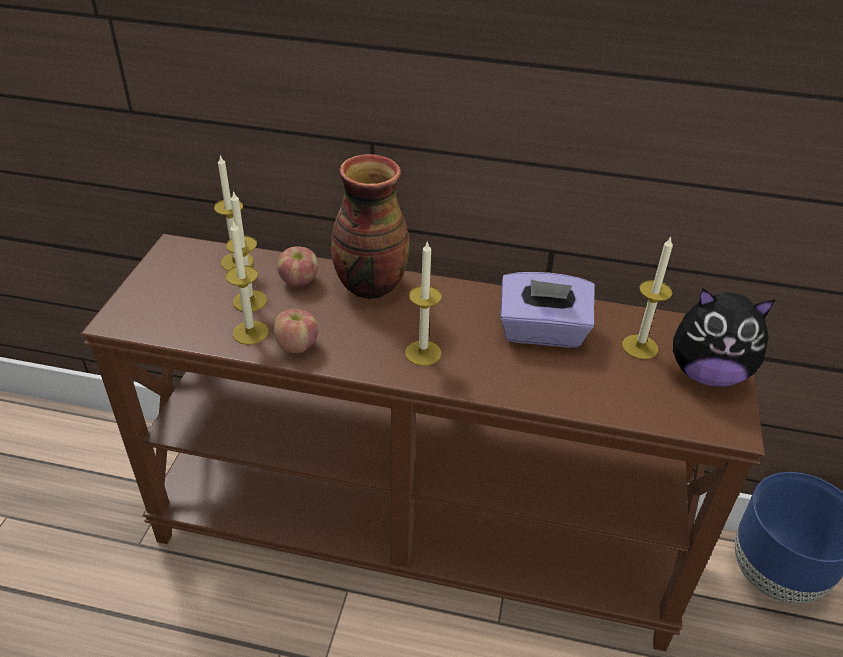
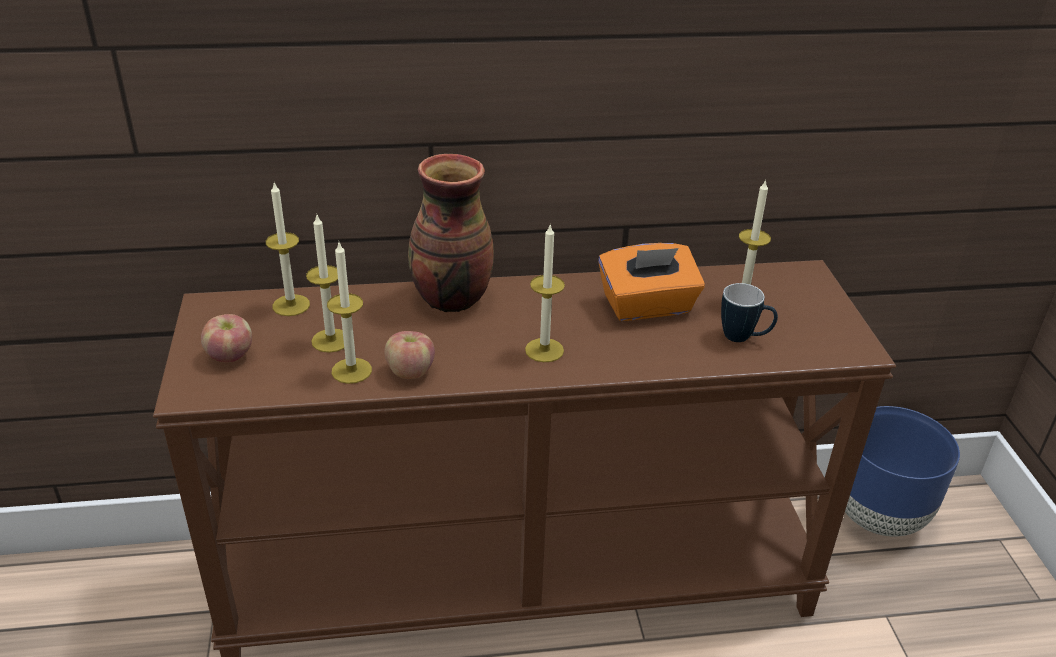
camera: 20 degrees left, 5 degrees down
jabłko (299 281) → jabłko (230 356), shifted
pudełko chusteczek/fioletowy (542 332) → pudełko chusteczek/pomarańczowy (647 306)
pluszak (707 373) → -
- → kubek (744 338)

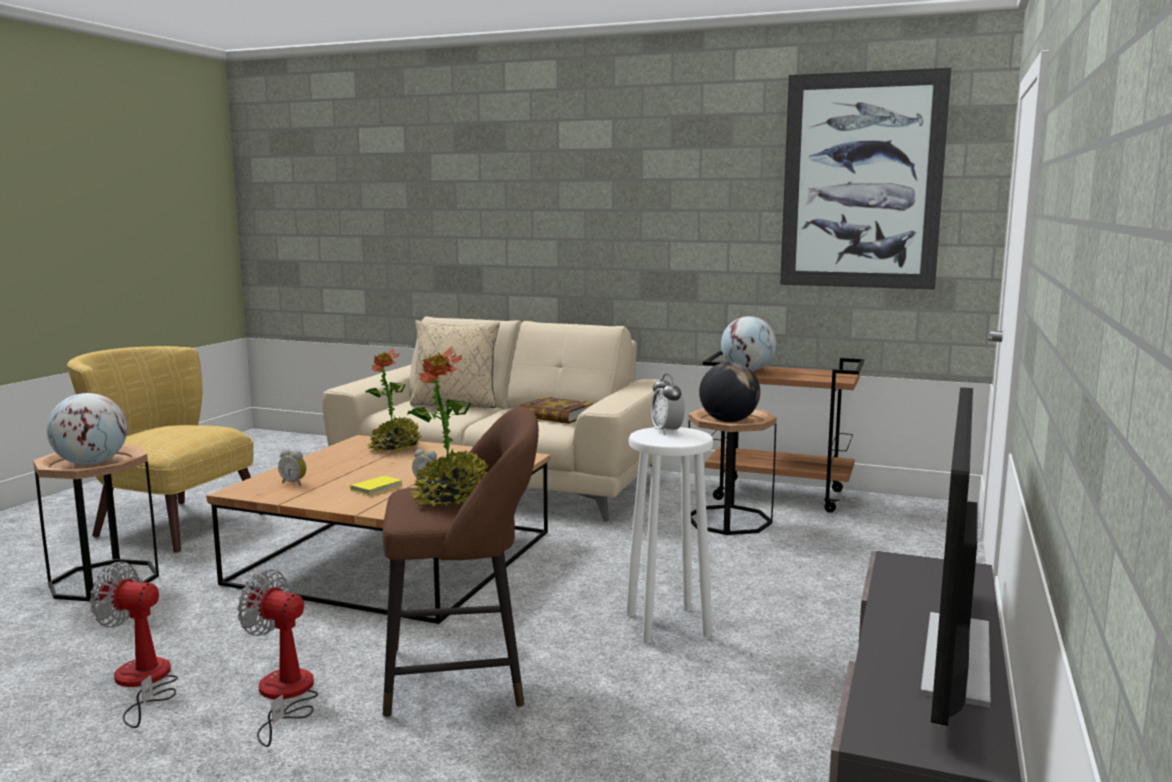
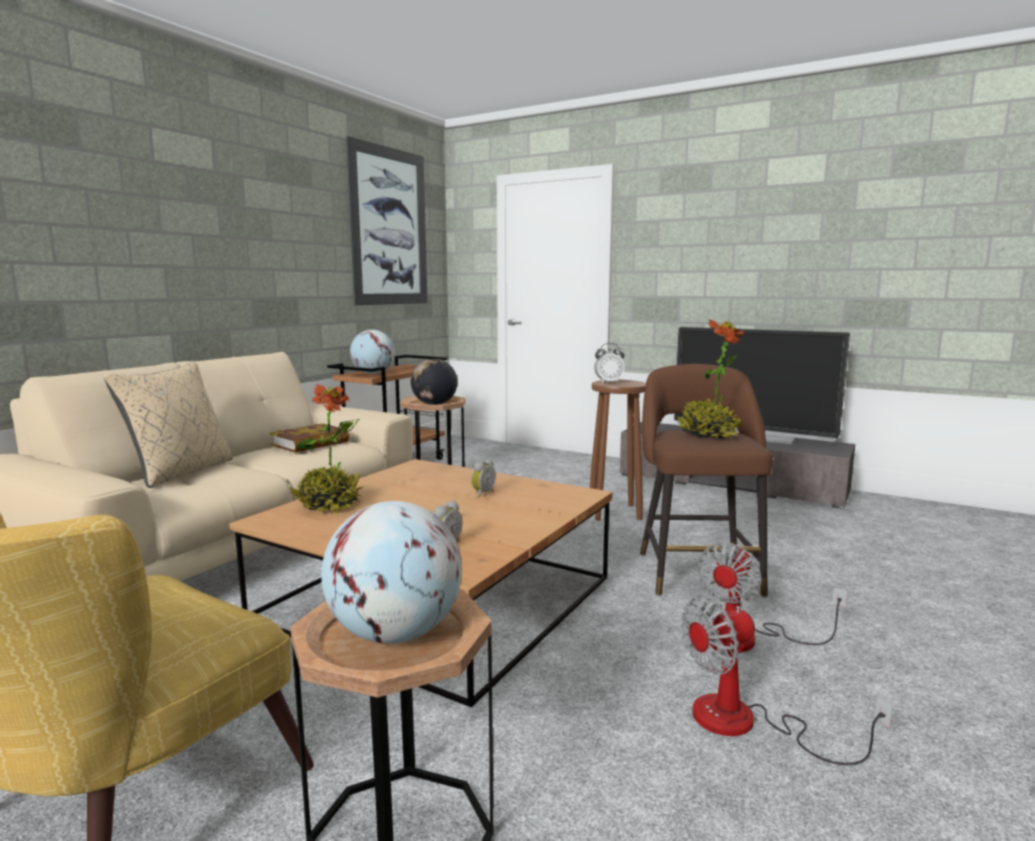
camera: 80 degrees left, 0 degrees up
wentylator (143 683) → wentylator (746 724), 45 degrees clockwise
książka/żółty (375 488) → -
stołek/biały (668 625) → stołek/brązowy (615 512)

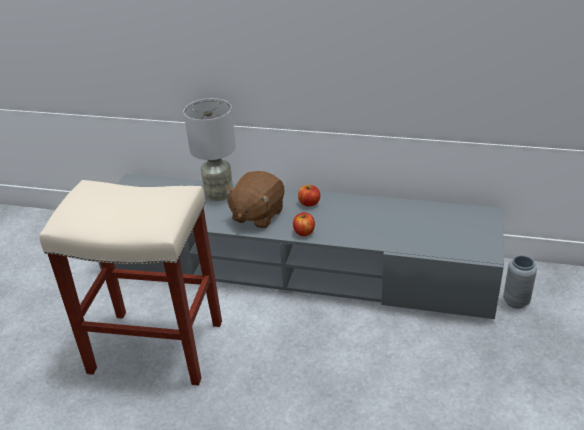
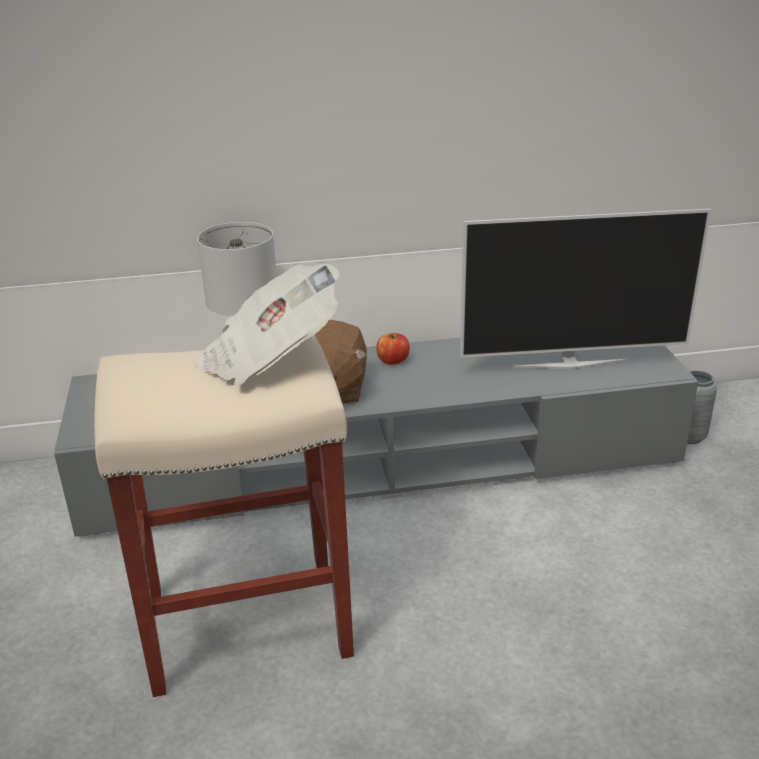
camera: 25 degrees left, 5 degrees down
jabłko (304 232) → -
- → gazeta (269 358)
- → telewizor (570 363)

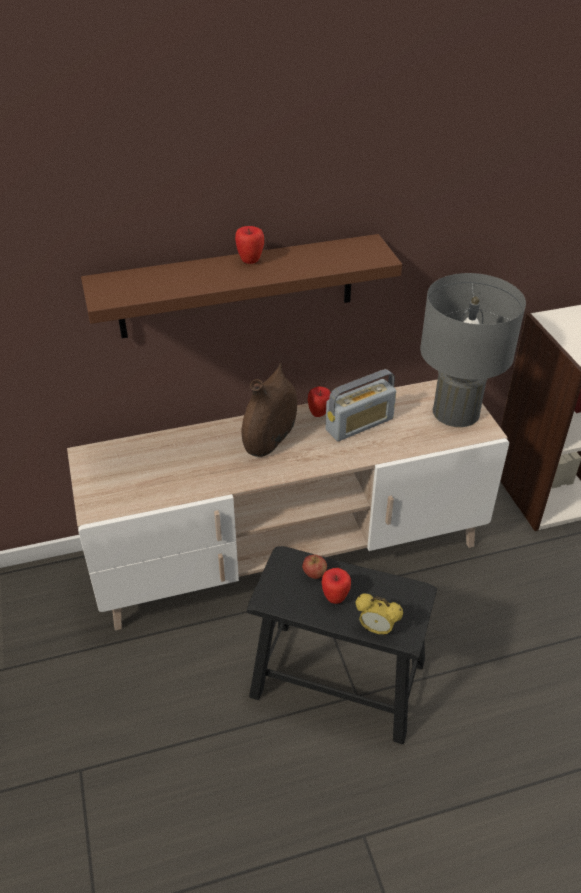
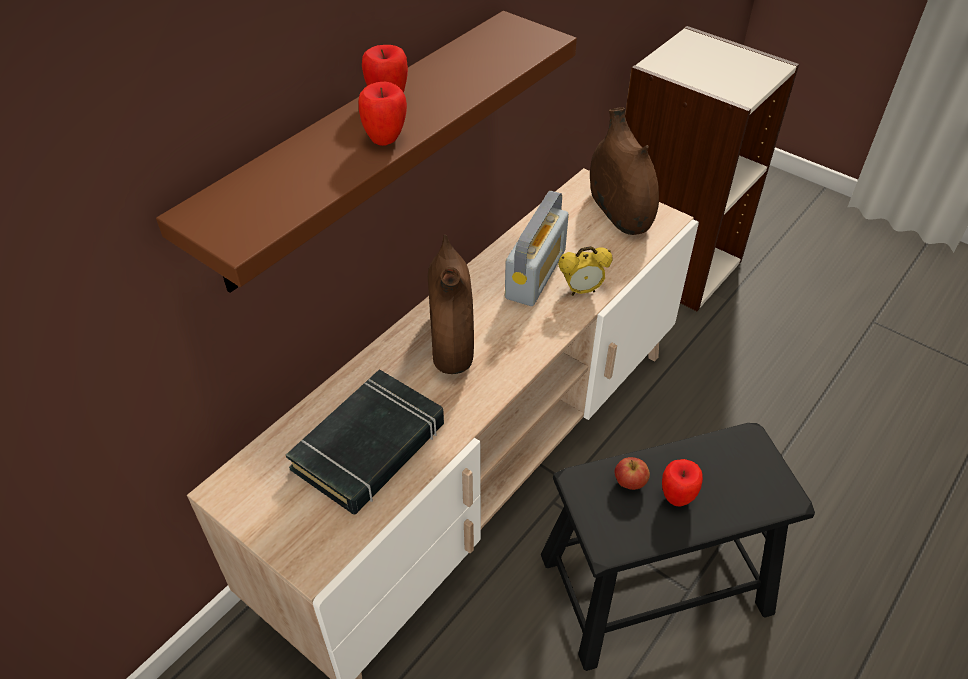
camera: 35 degrees left, 5 degrees up
jabłko (319 414) → jabłko (386 140), shifted
budzik (376 629) → budzik (582 290), shifted
lampa stołowa/szary (456 412) → wazon/brązowy (619 212)
- → książka/czarny (370 447)

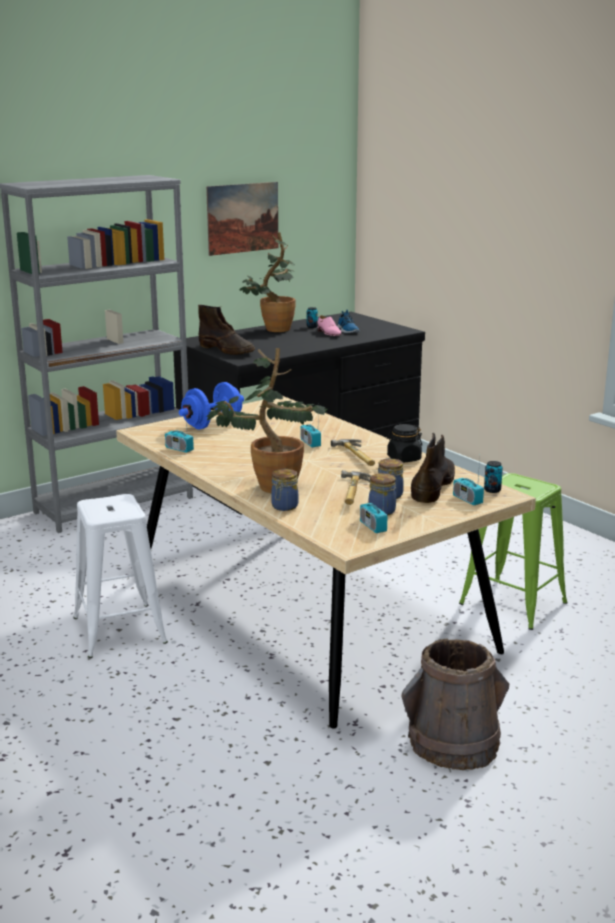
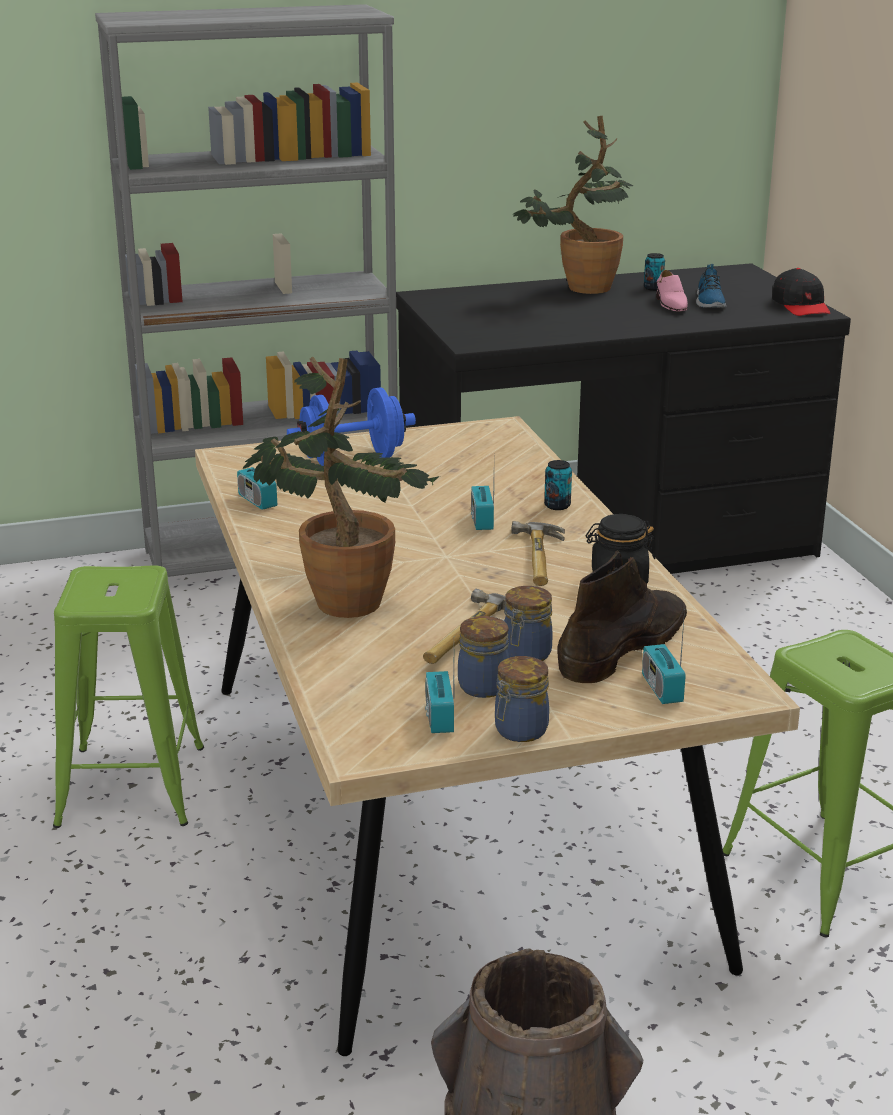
camera: 20 degrees right, 5 degrees up
stołek/biały (119 630) → stołek/zielony (131 786)
but z cholewką/brązowy (227 350) → -
obraz (243 218) → -
słoik (284 507) → słoik (519 731), shifted
puszka (492 490) → puszka (557 505), shifted
- → czapka z daszkiem/czarny (801 306)

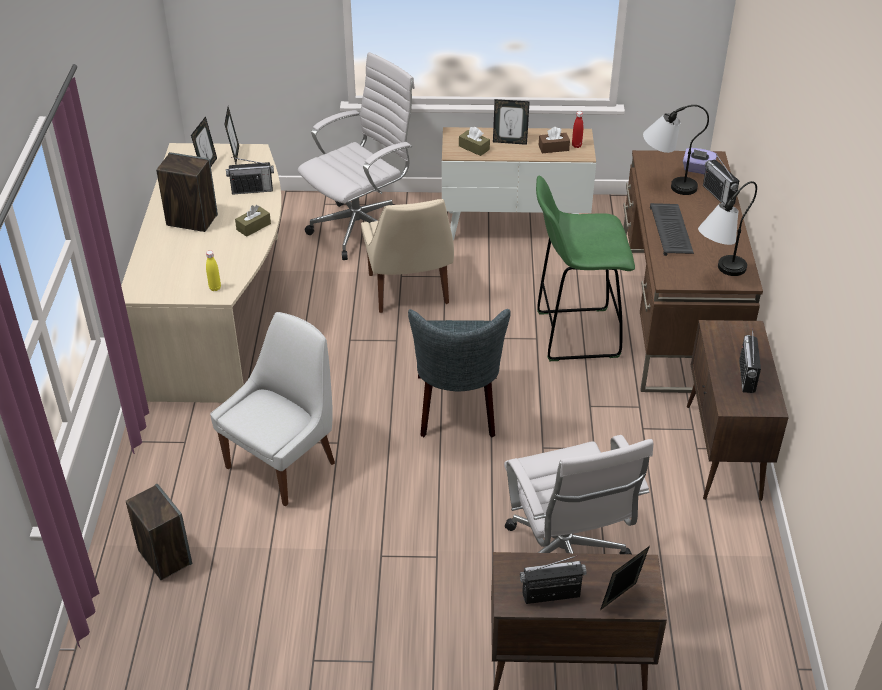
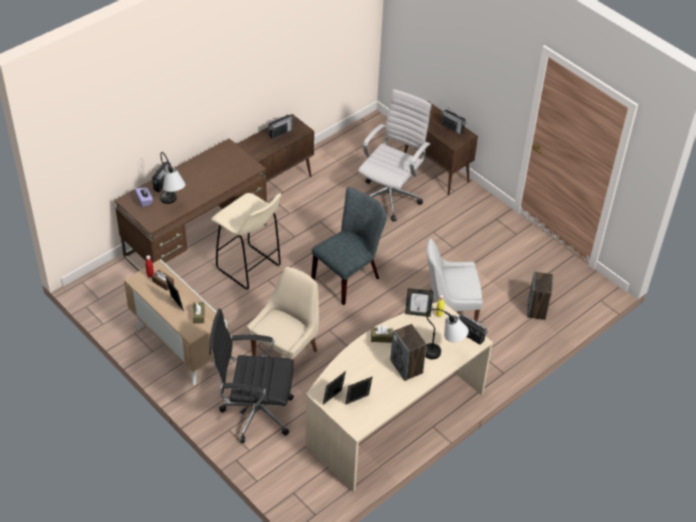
camera: 135 degrees left, 5 degrees up
radio (252 190) → radio (470 336), shifted
krzesło biurowe/biały (361 228) → krzesło biurowe/czarny (254 413)
stołek/zielony (574 334) → stołek/beżowy (250 268)
ramka na zdjęcie (621 599) → ramka na zdjęcie (417 313), shifted
klawiatura (672 231) → -
lampa stołowa (717 274) → lampa stołowa (444 354), shifted

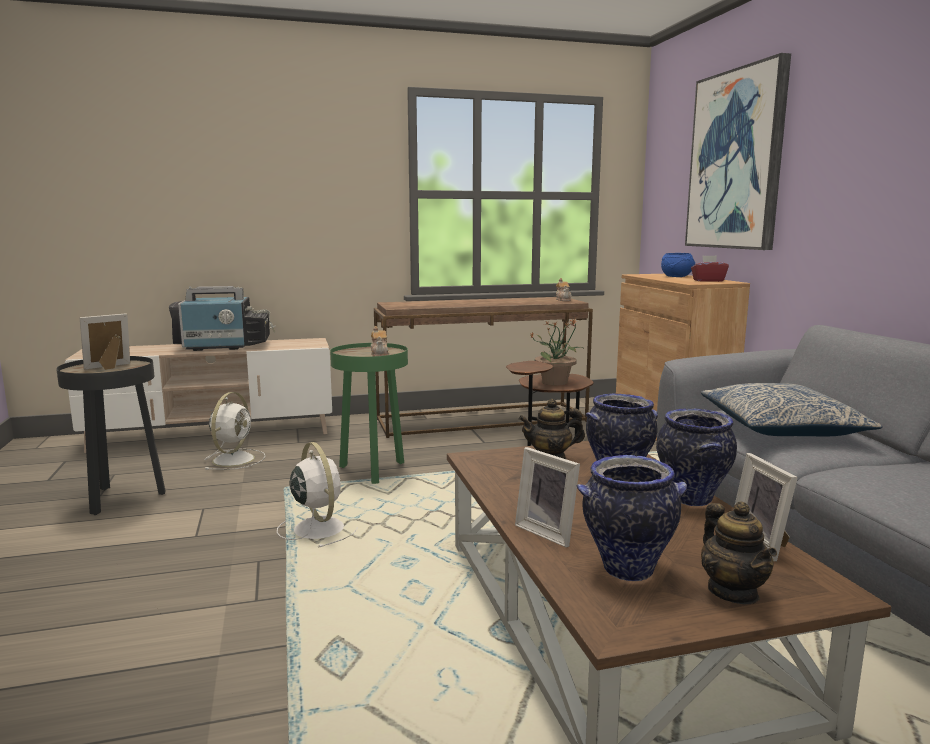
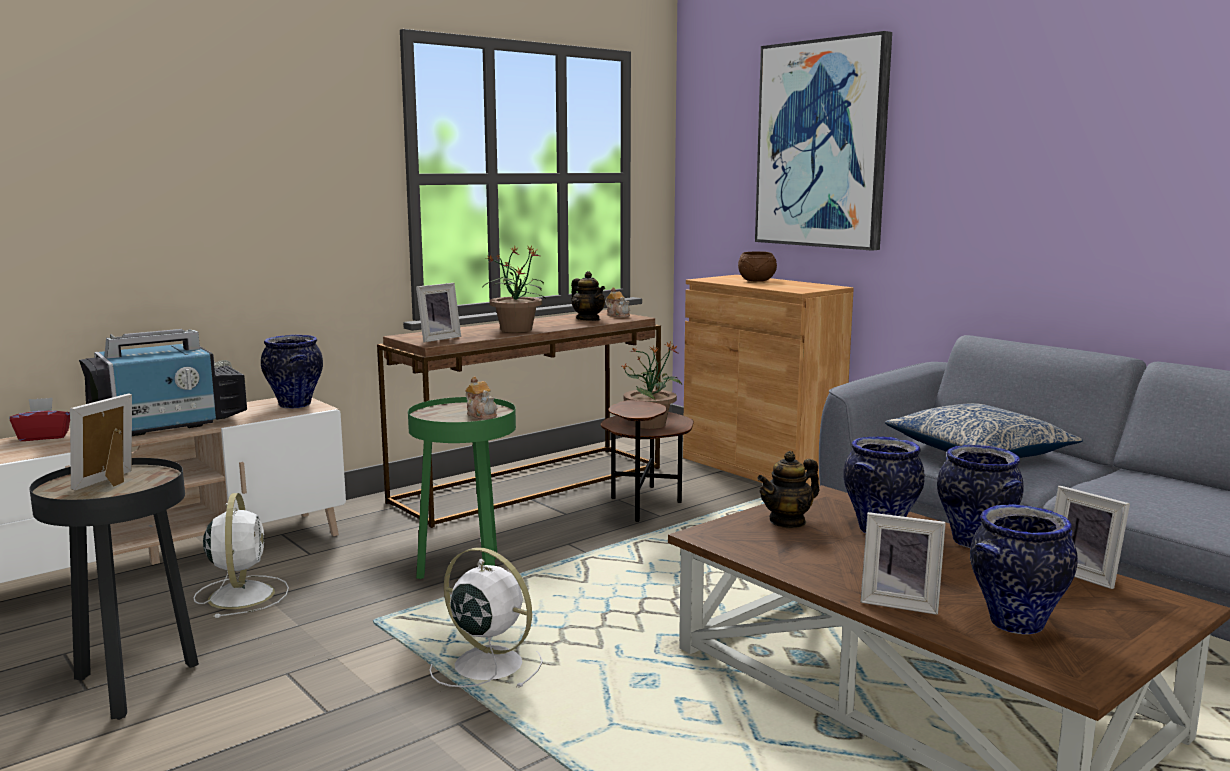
camera: 25 degrees left, 0 degrees up
miska/niebieski (677 276) → miska/brązowy (757 280)
pudełko chusteczek/czerwony (708 280) → pudełko chusteczek/czerwony (44 437), shifted
imbryk (733 592) → imbryk (588 319), shifted
- → wazon (295 405)
- → ramka na zdjęcie (437 338)
- → roślina doniczkowa (516 329)

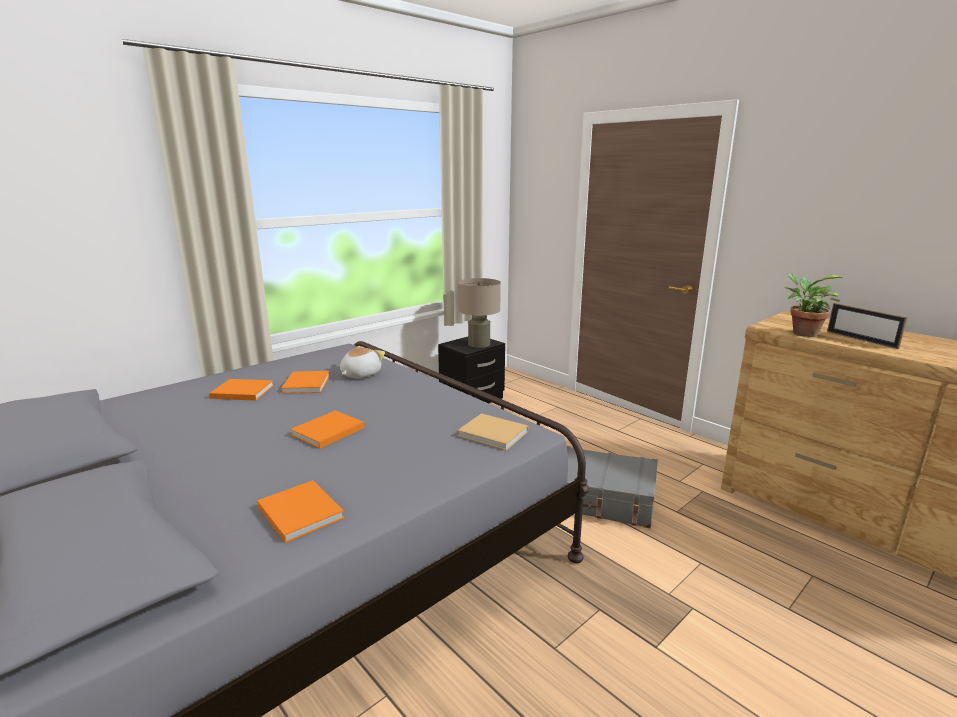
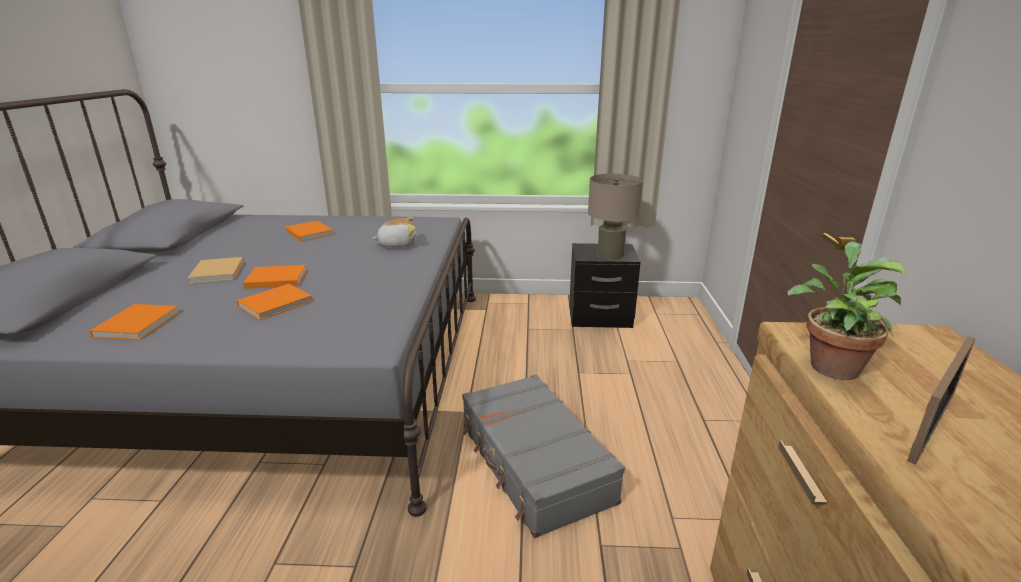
camera: 45 degrees right, 5 degrees up
książka/pomarańczowy (307 383) → książka/pomarańczowy (277 303), shifted
książka/beżowy (494 434) → książka/beżowy (217 273), shifted
ramka na zdjęcie (861 339) → ramka na zdjęcie (931 425), 150 degrees counterclockwise

